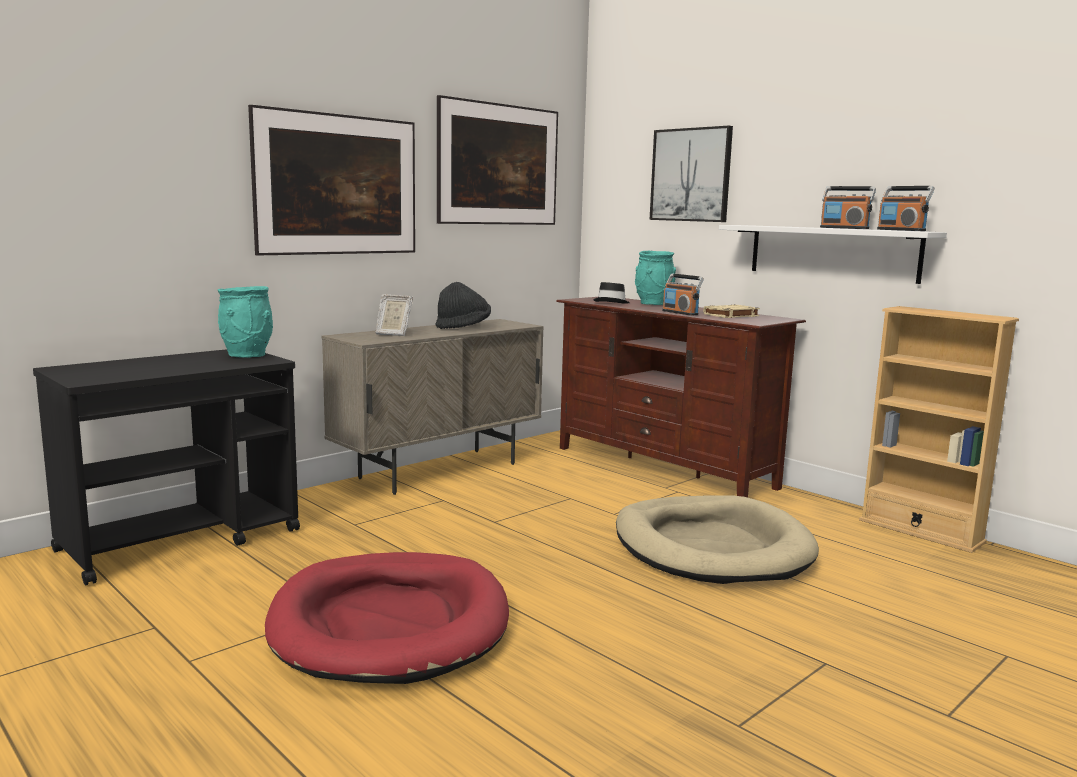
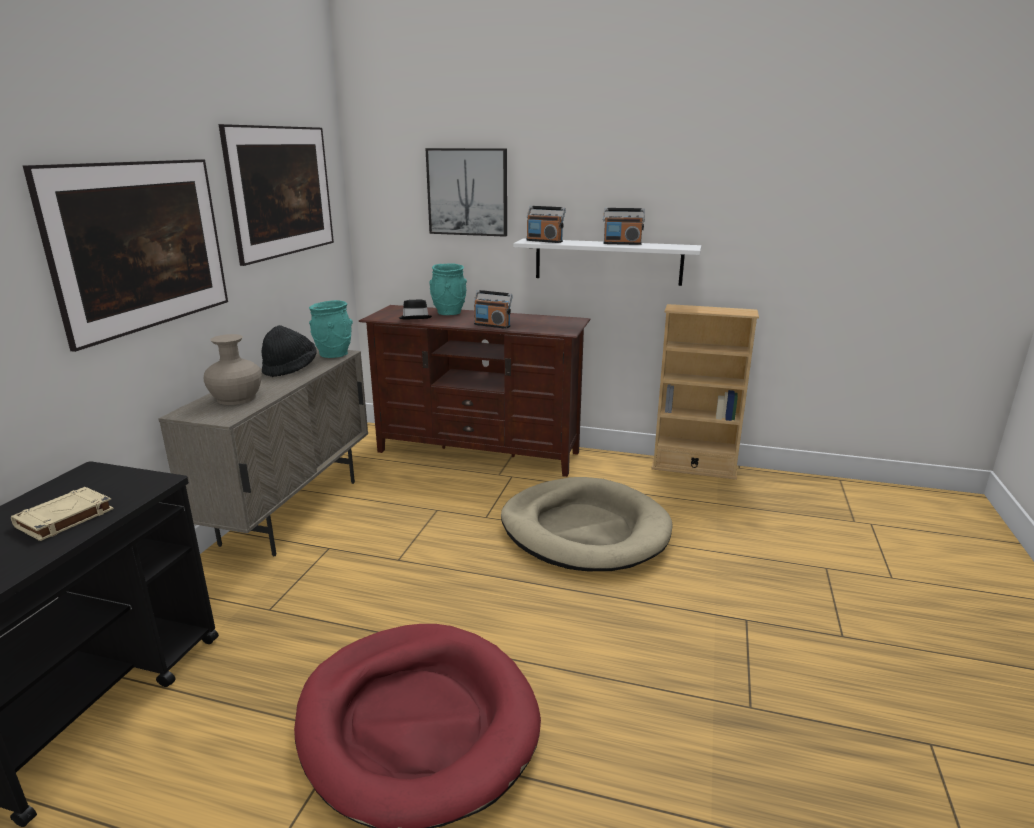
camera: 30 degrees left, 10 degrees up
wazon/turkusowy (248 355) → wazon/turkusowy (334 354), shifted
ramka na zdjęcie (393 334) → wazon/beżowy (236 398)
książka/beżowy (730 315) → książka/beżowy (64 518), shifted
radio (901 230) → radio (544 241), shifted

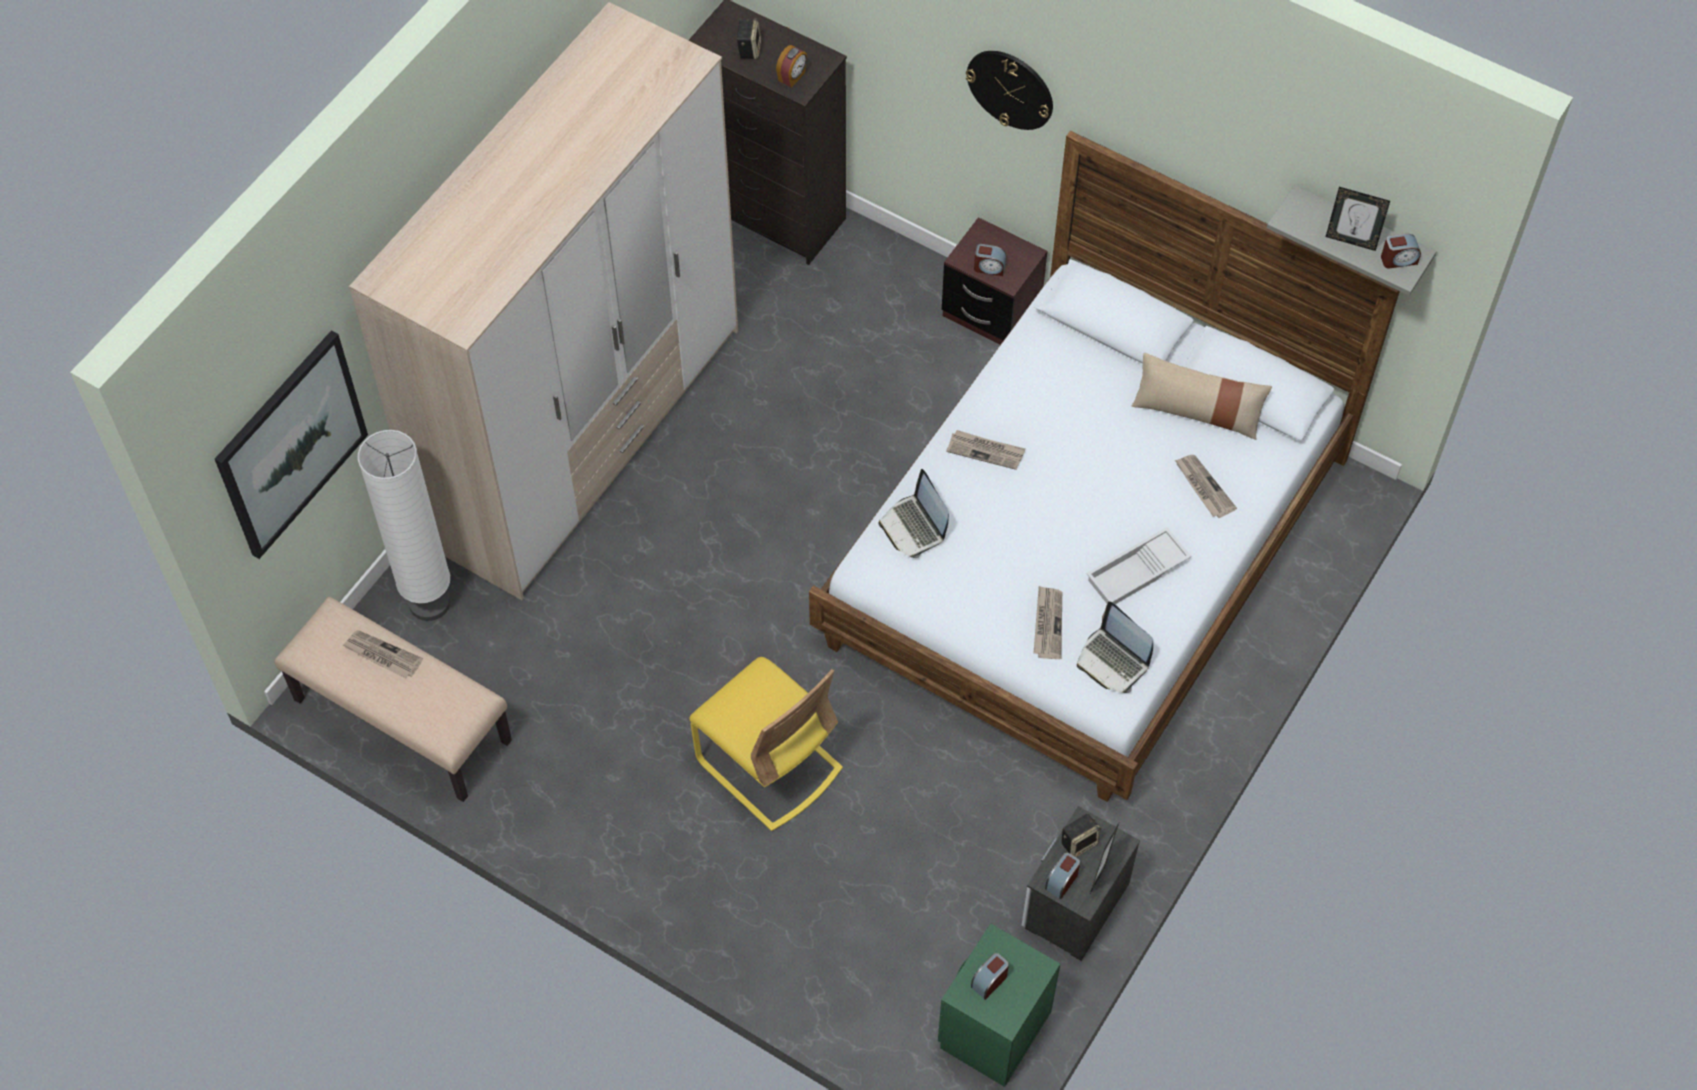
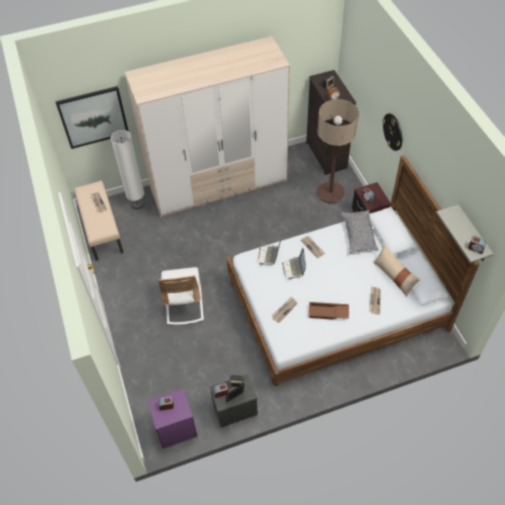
camera: 40 degrees right, 5 degrees down
krzesło/żółty (769 765) → krzesło/biały (184 305)
szafka nocna/zielony (992 1030) → szafka nocna/fioletowy (175 428)
laptop (1113 661) → laptop (294 268), shifted
taca/biały (1137 573) → taca/brązowy (328 313)
ramka na zdjęcie (1351 240) → -
- → lampa stojąca (330 193)
- → poduszka/szary (358 235)

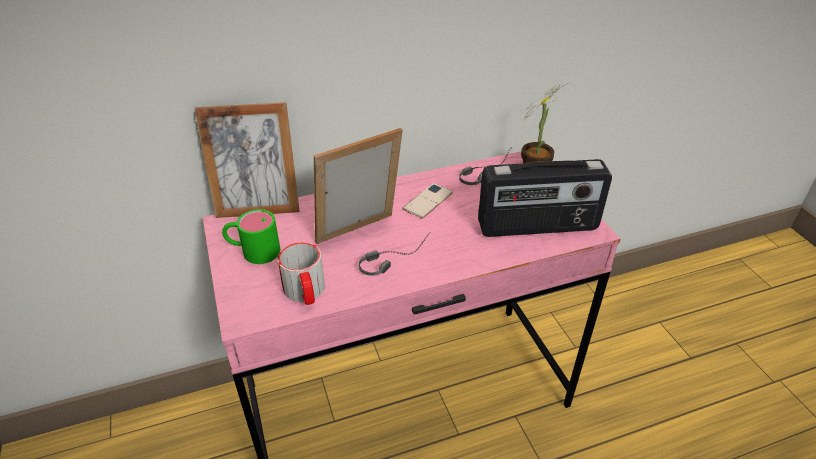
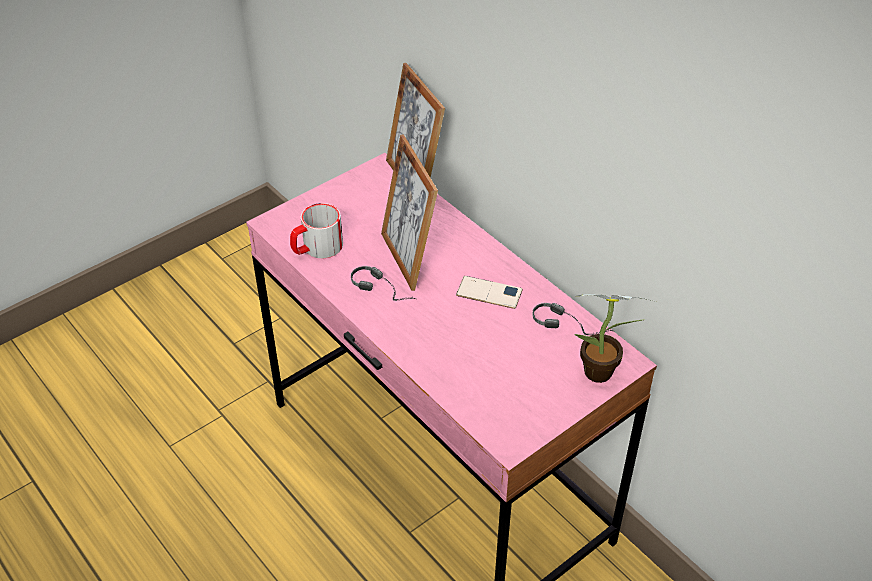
camera: 70 degrees right, 5 degrees up
kubek/zielony (253 251) → -
ramka na zdjęcie (359 234) → ramka na zdjęcie (408 258), 150 degrees counterclockwise
radio (538 227) → -

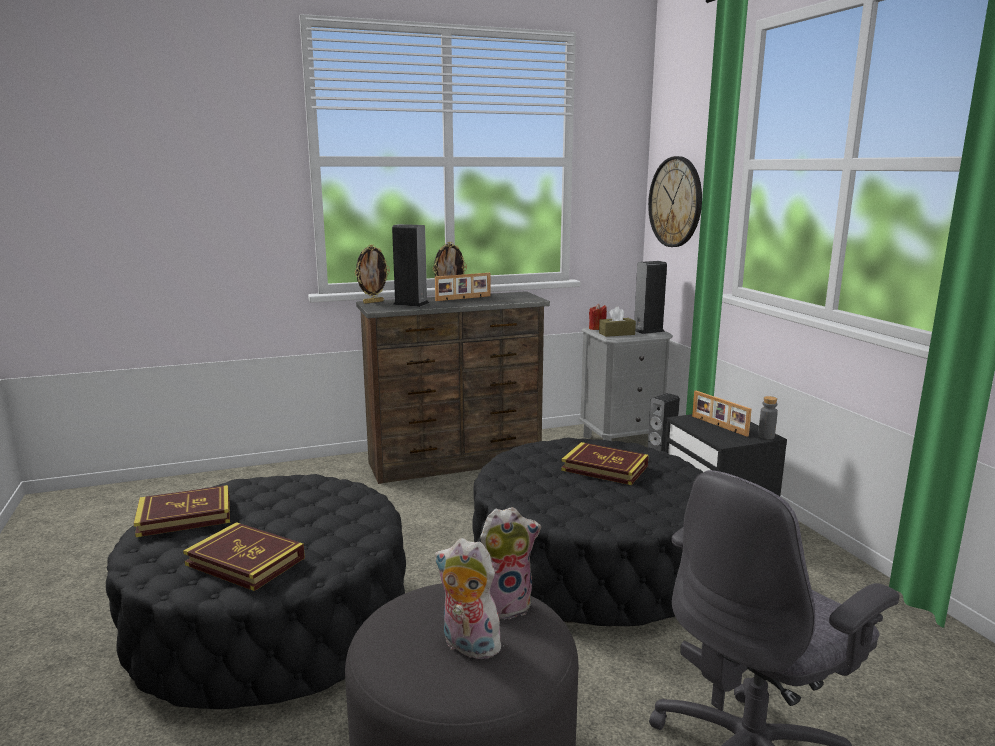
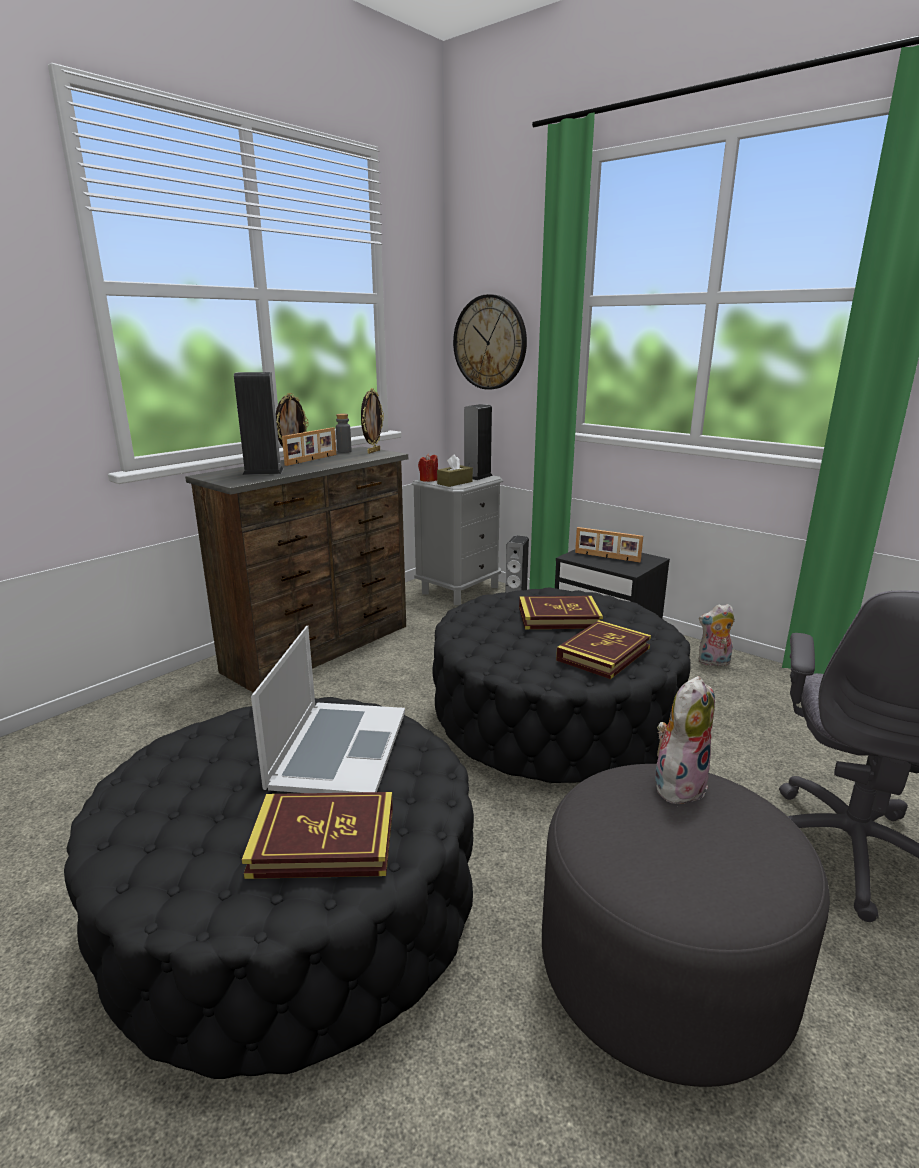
camera: 30 degrees left, 5 degrees up
książka (185 516) → książka (603 654), shifted
ramka na zdjęcie (373 302) → ramka na zdjęcie (373 451), shifted
pluszak (467 646) → pluszak (713 662), shifted
butelka/szary (766 436) → butelka/szary (344 451), shifted
- → laptop (338 747)

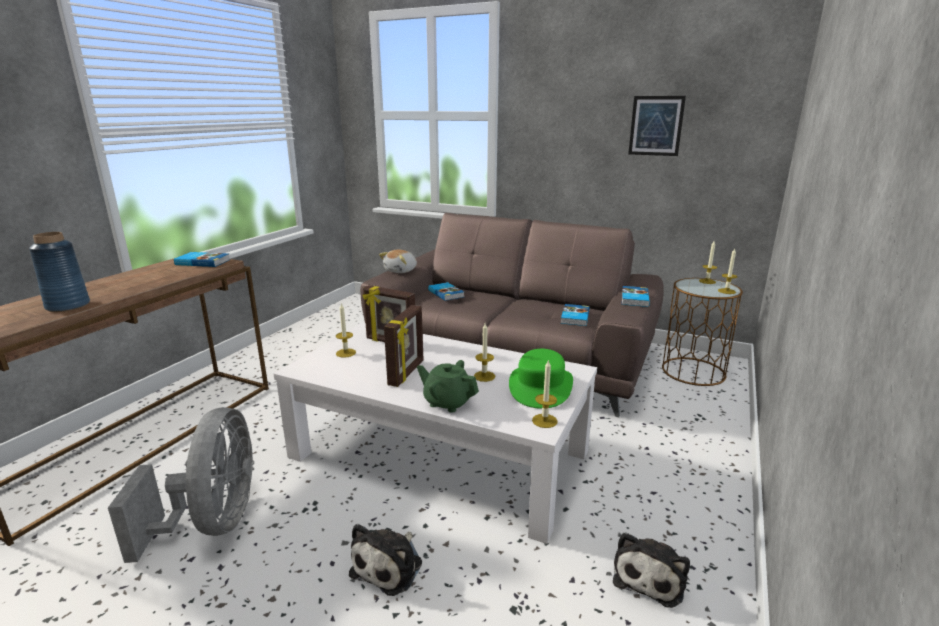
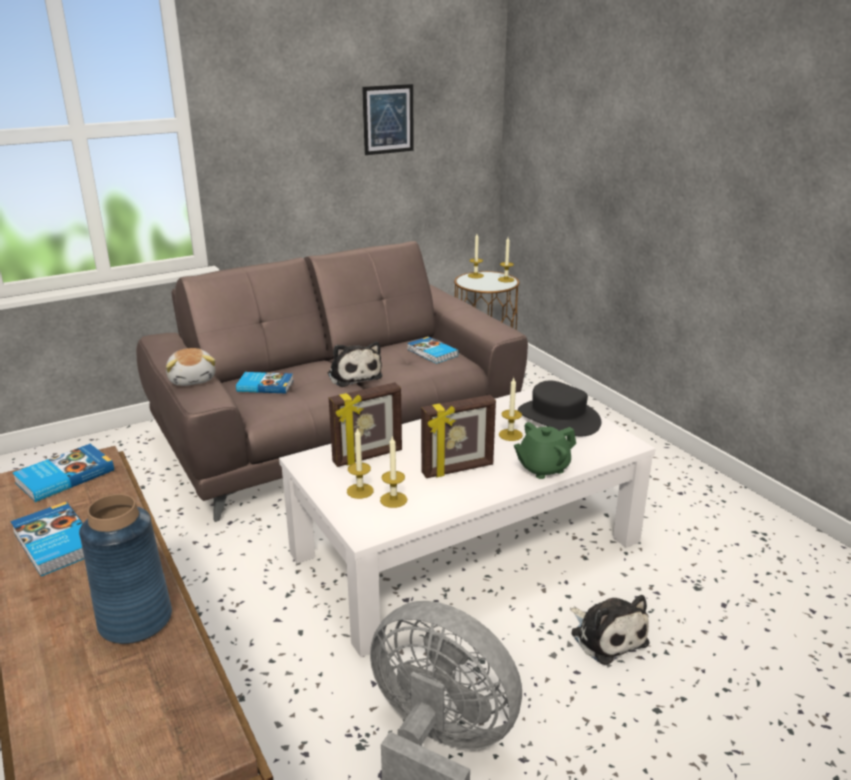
camera: 55 degrees left, 5 degrees up
ramka na zdjęcie (407 373) → ramka na zdjęcie (458 470), 105 degrees clockwise
kapelusz/zielony (540 386) → kapelusz/czarny (558 418)
świeca (544 421) → świeca (393 500), shifted
pluszak (650 576) → pluszak (354 375), shifted
książka (634 298) → książka (54 543), shifted

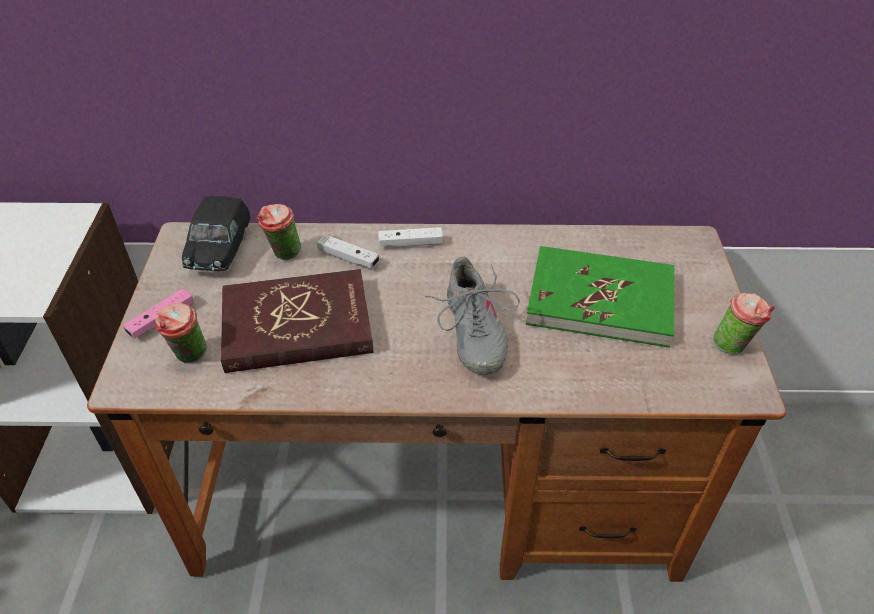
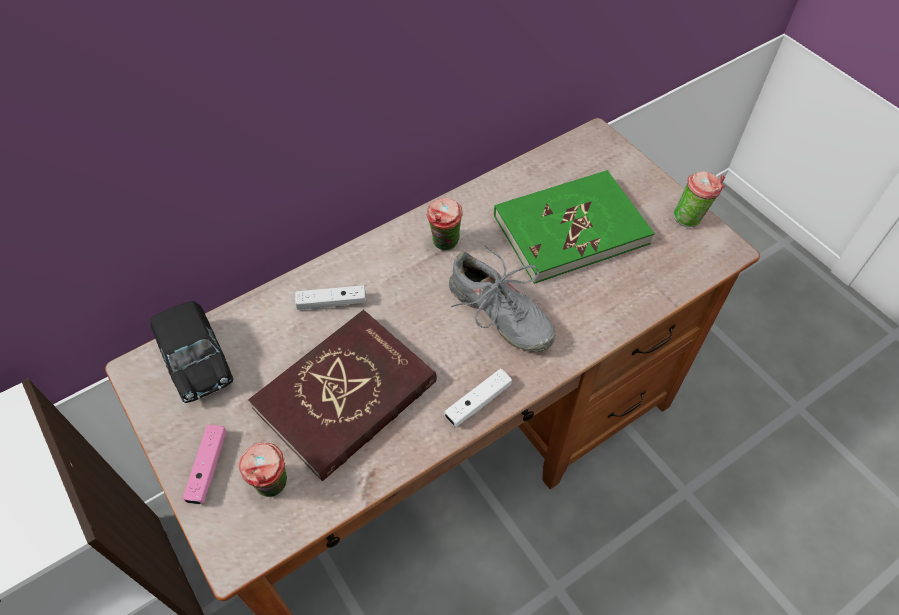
camera: 35 degrees left, 10 degrees up
filiżanka (284 255) → filiżanka (445 245), shifted
pad do gier/biały (410 243) → pad do gier/biały (478 402), shifted

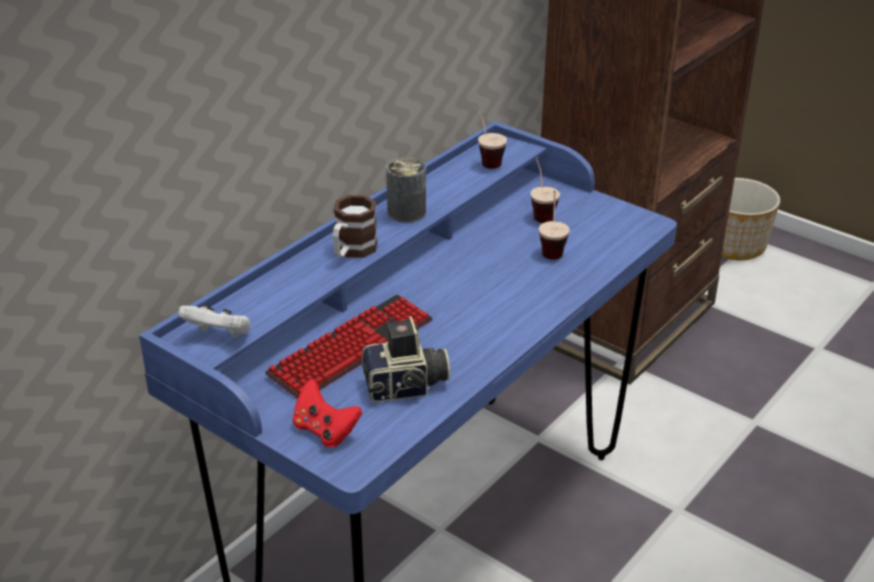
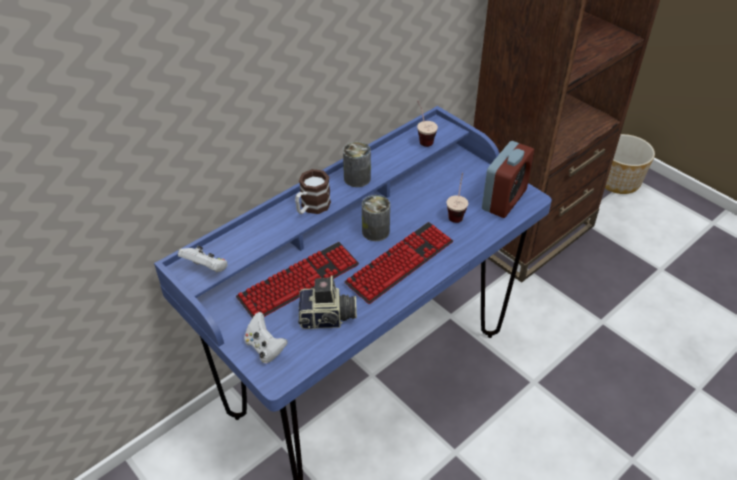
camera: 10 degrees right, 10 degrees up
pad do gier/czerwony (325 431) → pad do gier/biały (265 348)
filiżanka (540 212) → -
- → klawiatura (400 263)
- → puszka (375 231)
- → budzik (504 200)

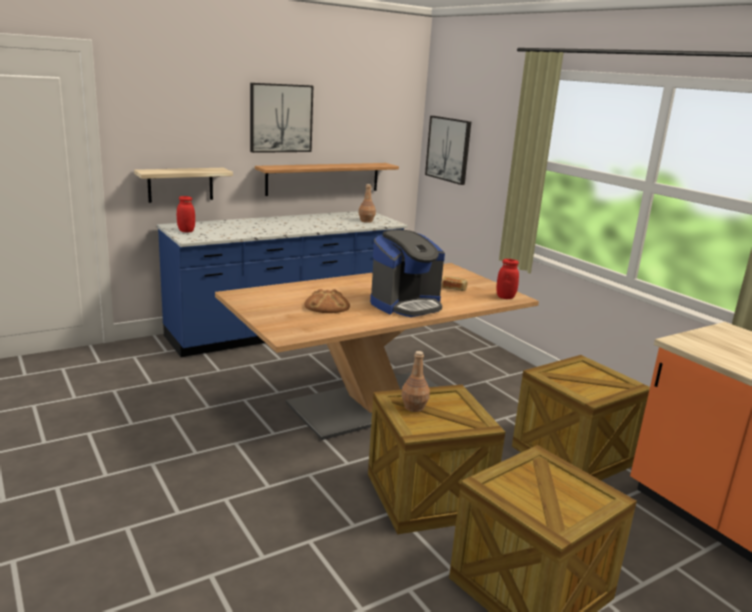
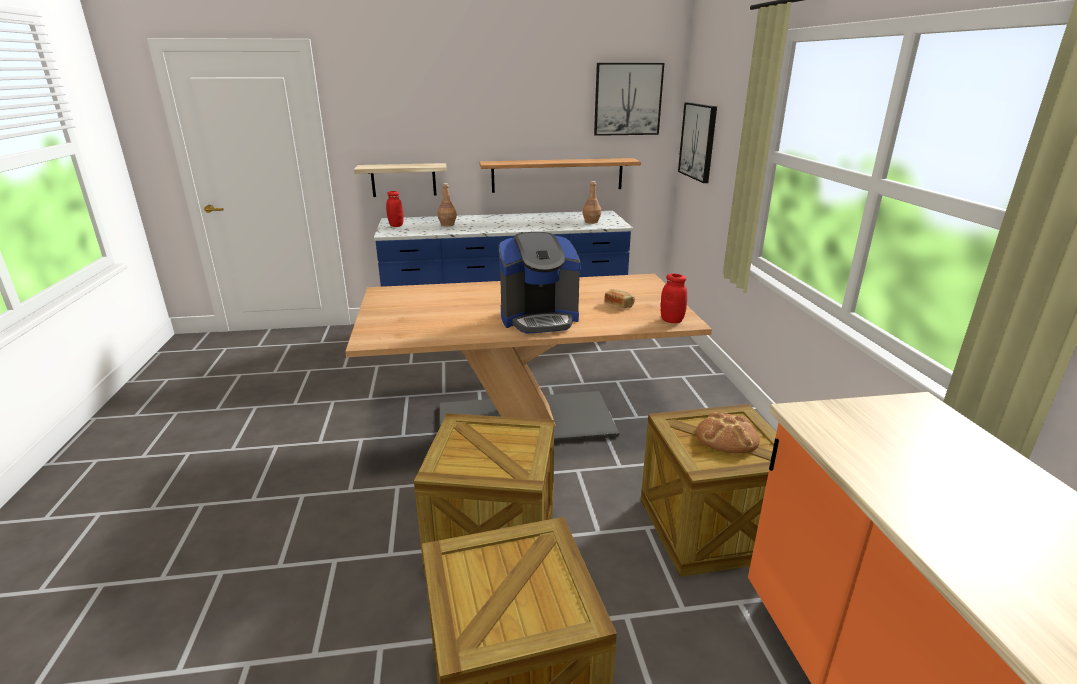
camera: 25 degrees right, 5 degrees up
obraz (281 118) → obraz (627 99), shifted
chleb (326 306) → chleb (726 436), shifted
butelka/brązowy (414 407) → butelka/brązowy (448 224), shifted

